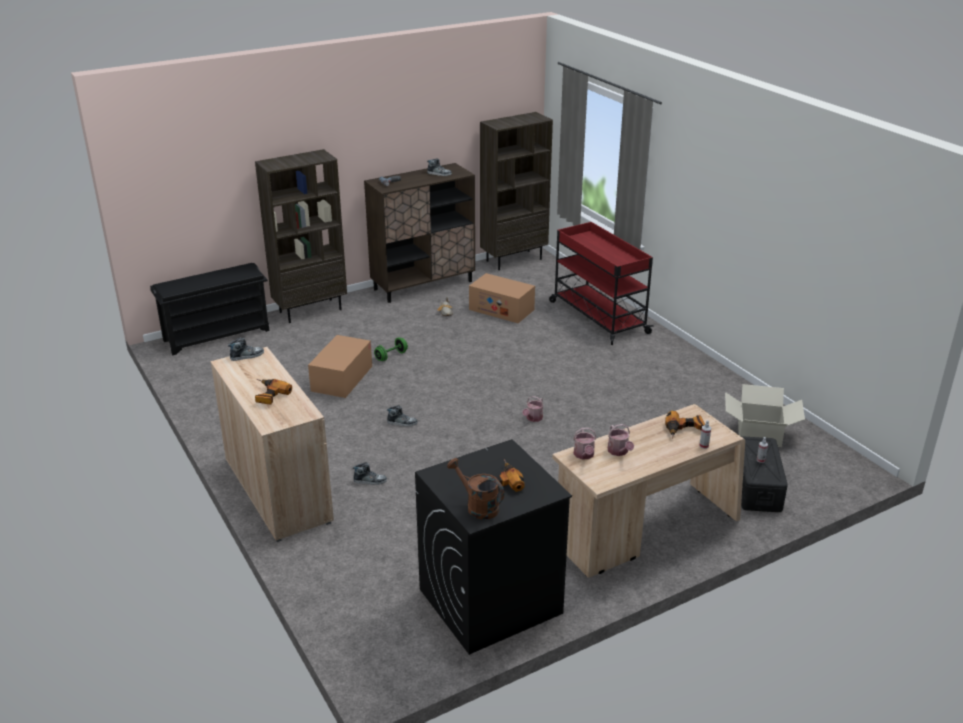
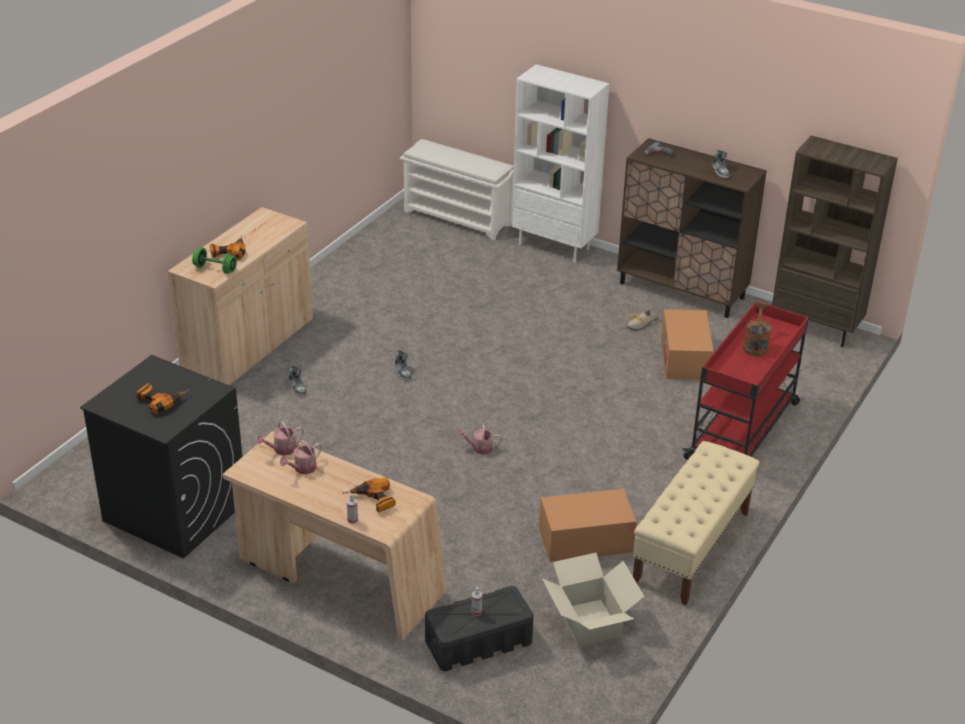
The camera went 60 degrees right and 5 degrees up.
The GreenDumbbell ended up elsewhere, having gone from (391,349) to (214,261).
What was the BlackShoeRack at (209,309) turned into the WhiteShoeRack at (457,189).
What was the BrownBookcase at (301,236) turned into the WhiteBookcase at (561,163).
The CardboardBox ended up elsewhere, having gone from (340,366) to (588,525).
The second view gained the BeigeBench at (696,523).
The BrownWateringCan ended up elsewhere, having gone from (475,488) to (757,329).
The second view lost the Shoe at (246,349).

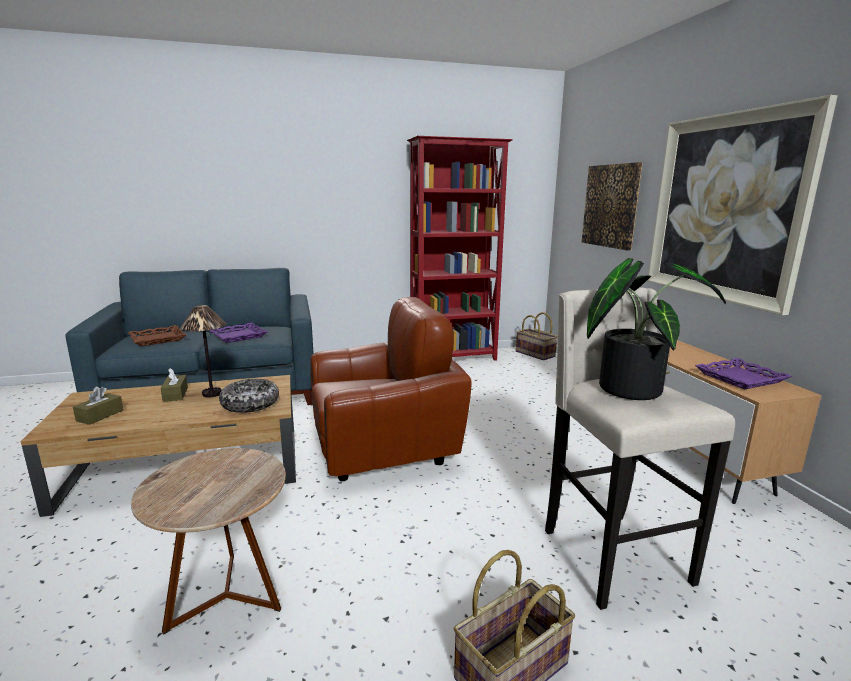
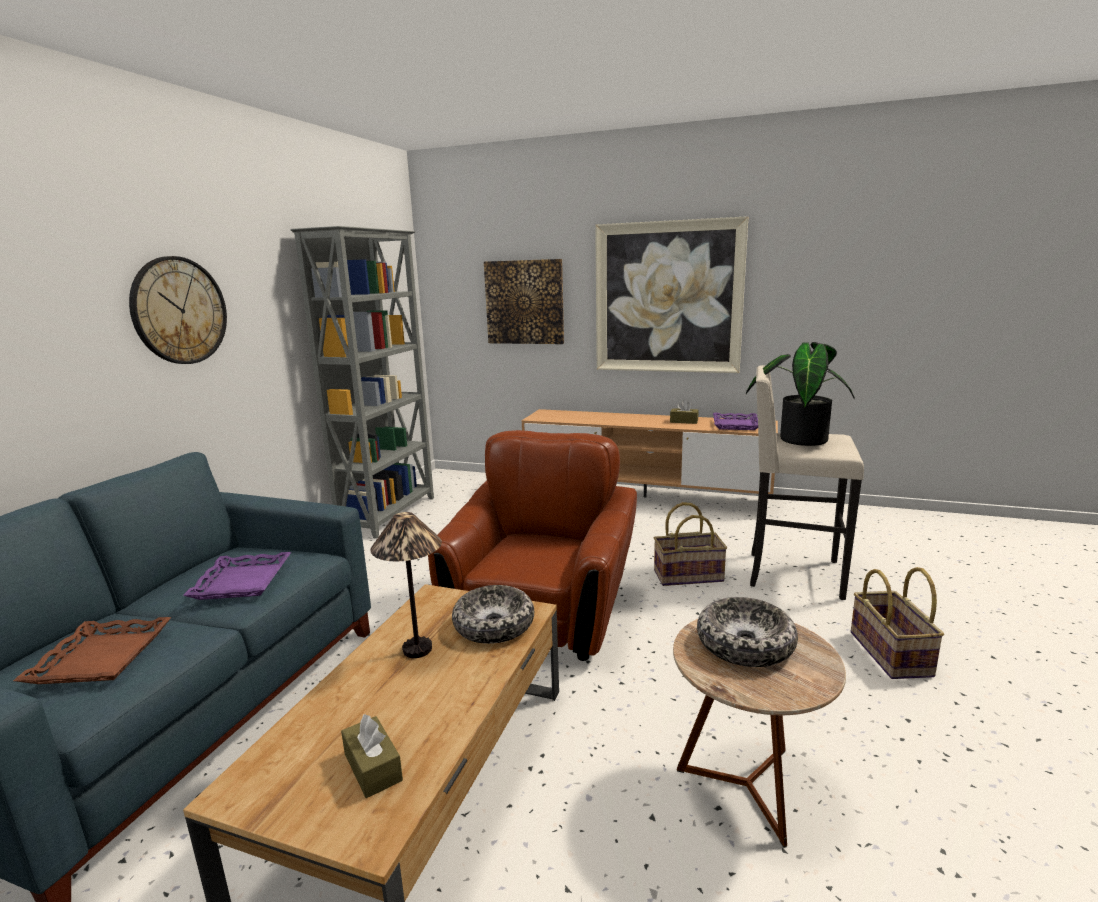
The camera went 55 degrees left and 0 degrees up.
The second view gained the WallClock at (178,310).
What was the RedBookcase at (460,248) turned into the GreyBookcase at (362,382).
The Basket ended up elsewhere, having gone from (537,336) to (690,544).
The BrownTissueBox ended up elsewhere, having gone from (174,385) to (684,412).
The second view gained the Bowl at (747,632).

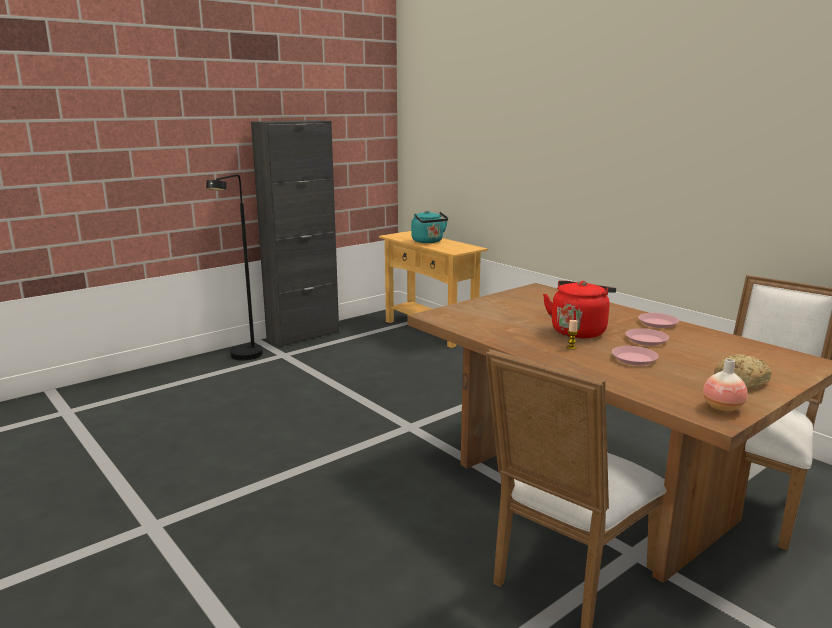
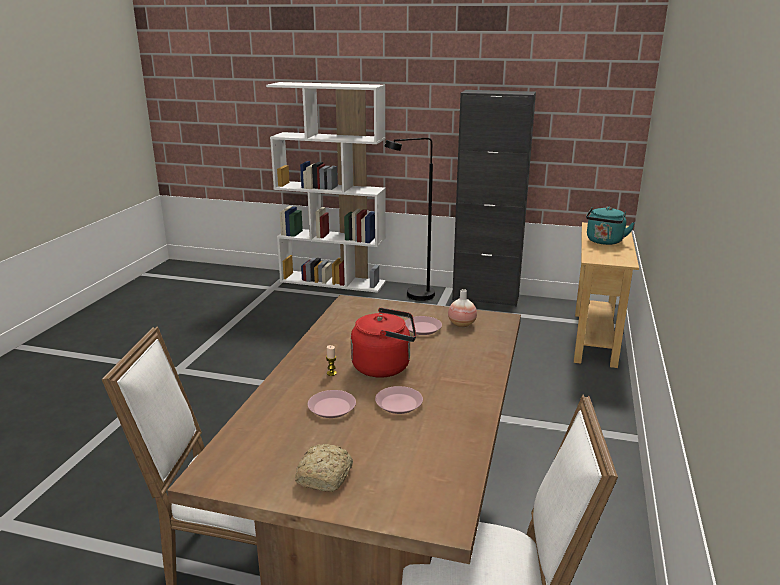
The camera went 55 degrees right and 5 degrees up.
The second view gained the WhiteBookcase at (326,187).
The PinkPlate ended up elsewhere, having gone from (658,320) to (423,325).
The Vase ended up elsewhere, having gone from (725,385) to (462,308).

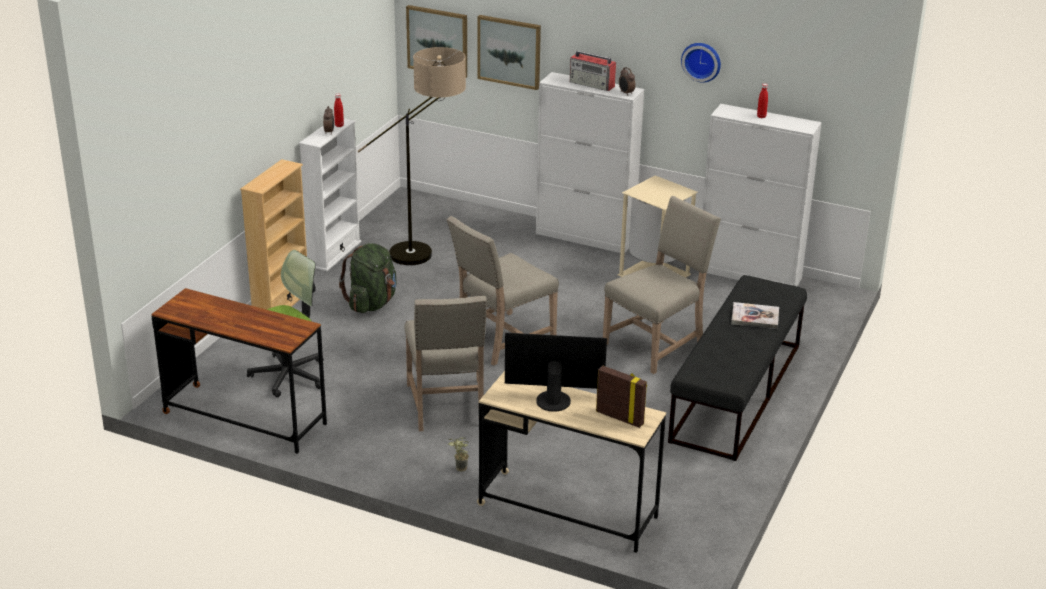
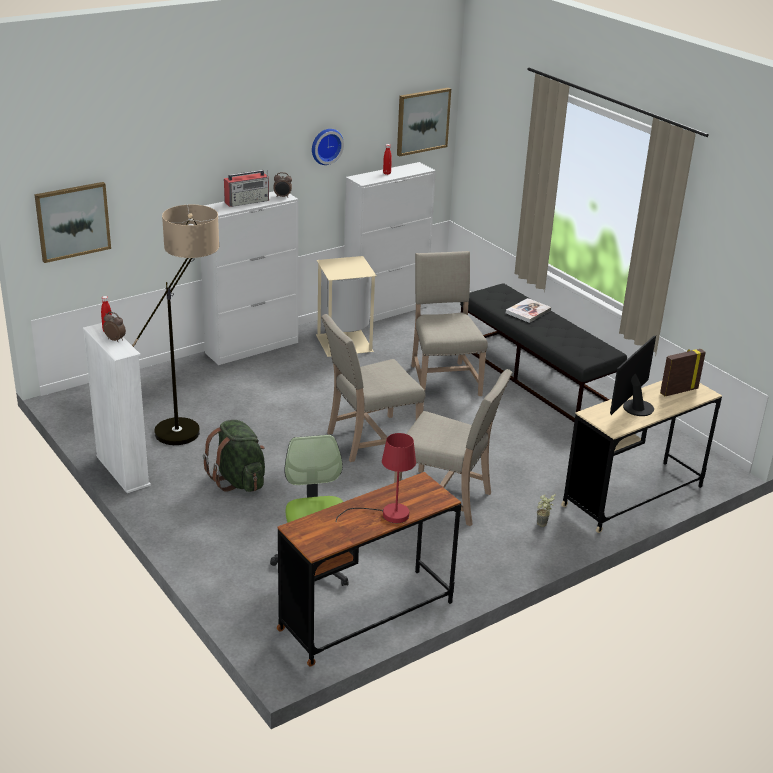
The camera went 60 degrees left and 0 degrees up.
The BeigeChair at (503,291) ended up facing another way, 75 degrees clockwise from before.
The second view gained the RedTableLamp at (376,478).
The Picture ended up elsewhere, having gone from (509,52) to (424,122).
The second view lost the BeigeBookcase at (273,234).

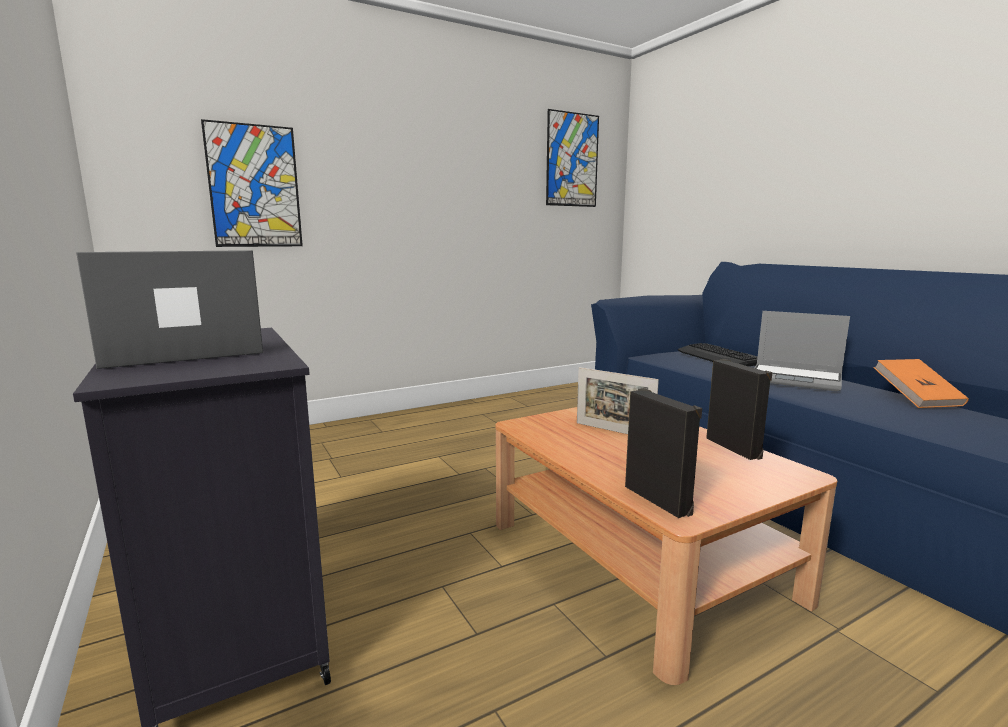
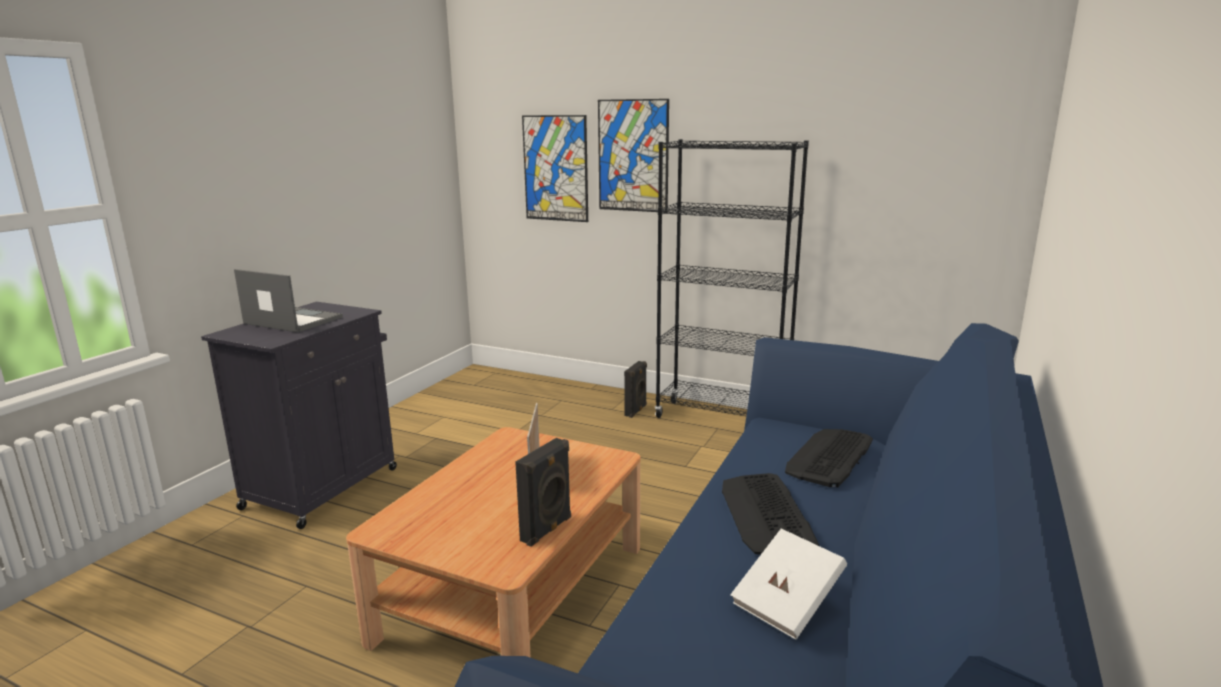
The camera went 55 degrees right and 5 degrees up.
The Picture ended up elsewhere, having gone from (572,158) to (633,156).
The BlackSpeaker ended up elsewhere, having gone from (663,453) to (635,389).
The second view gained the BlackBookcase at (732,278).
Where the Laptop stood at (802,351), the Keyboard came to stand at (770,514).
What was the OrangeBook at (921,383) turned into the WhiteBook at (788,584).

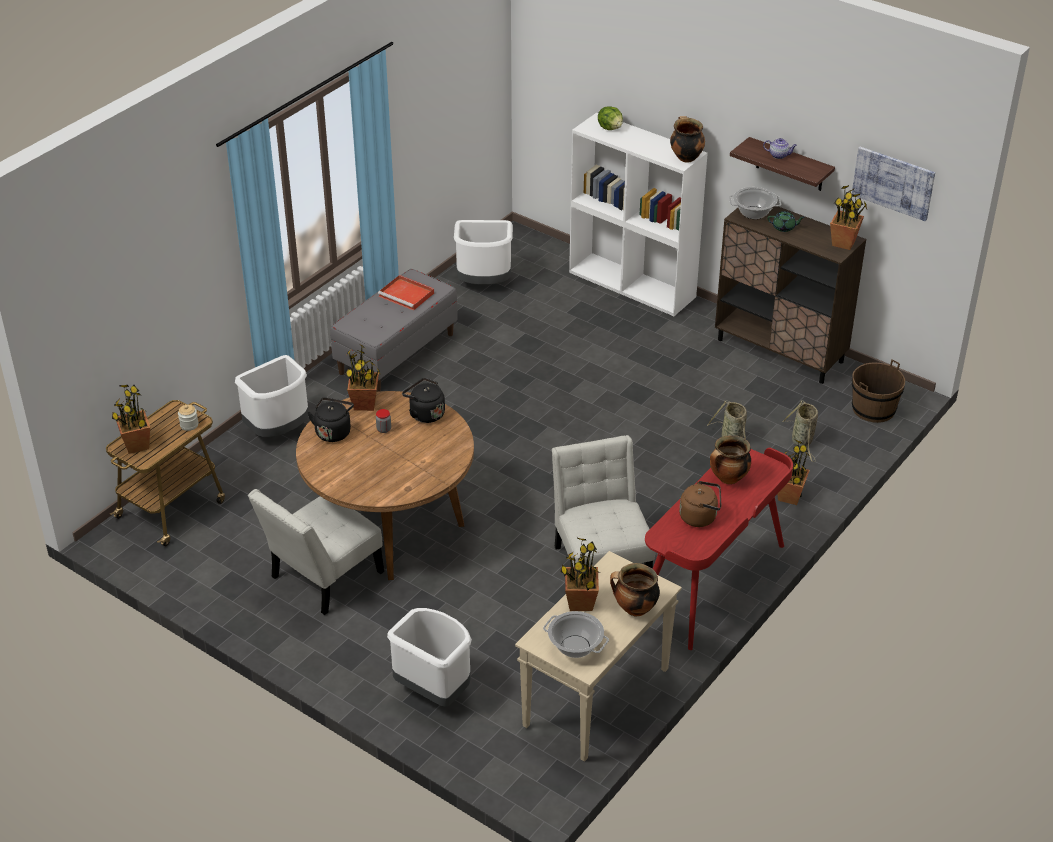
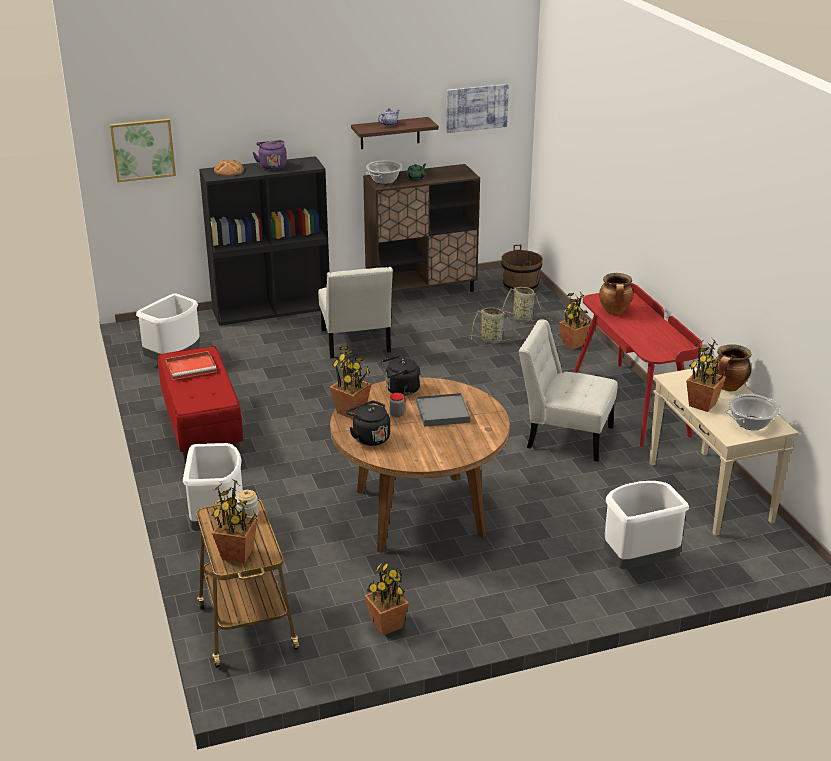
The camera went 55 degrees left and 10 degrees down.
The second view gained the Picture at (143,150).
What was the GreyBench at (394,330) turned into the RedBench at (200,405).
What was the WhiteBookcase at (638,214) turned into the BlackBookcase at (264,241).
Where the Lettuce stood at (610,118), the Bread came to stand at (229,167).
The second view gained the PurpleKettle at (270,155).
The WhiteChair ended up elsewhere, having gone from (316,552) to (355,312).
The PottedPlant ended up elsewhere, having gone from (848,217) to (386,598).
The second view gained the GreyTray at (443,410).
The second view lost the CookingPot at (687,139).
The second view lost the BrownKettle at (700,504).

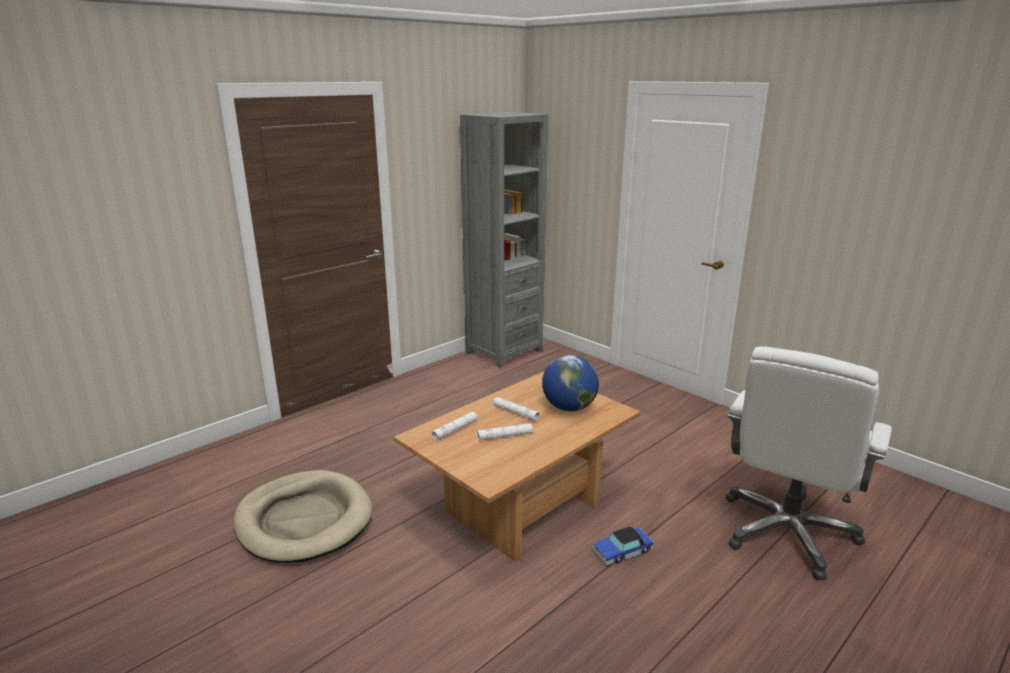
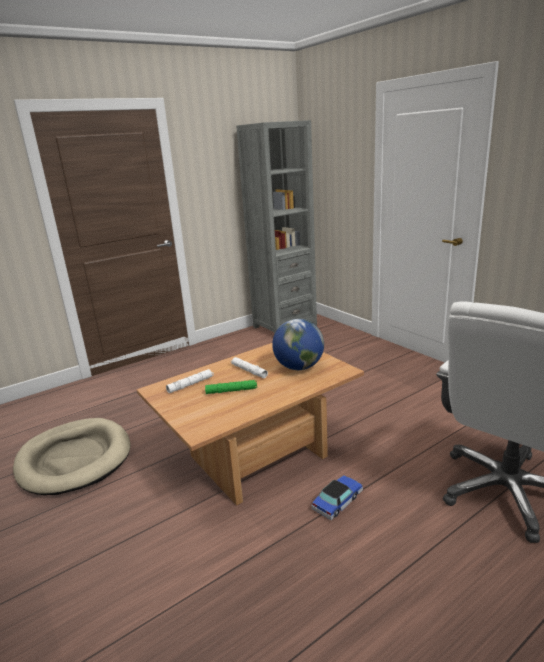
The camera went 10 degrees right and 0 degrees up.
What was the WhiteFlashlight at (505,431) turned into the GreenFlashlight at (231,387).
The ToyCar at (623,545) ended up facing another way, 150 degrees clockwise from before.

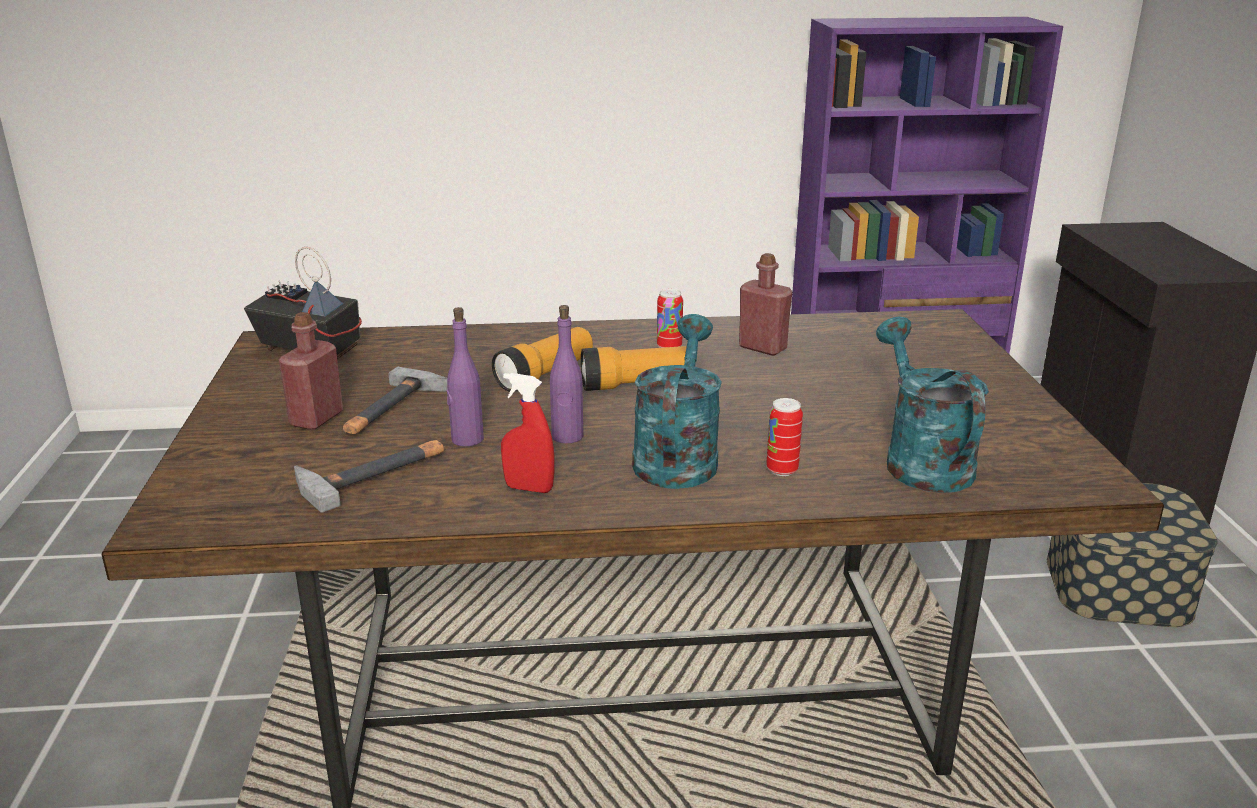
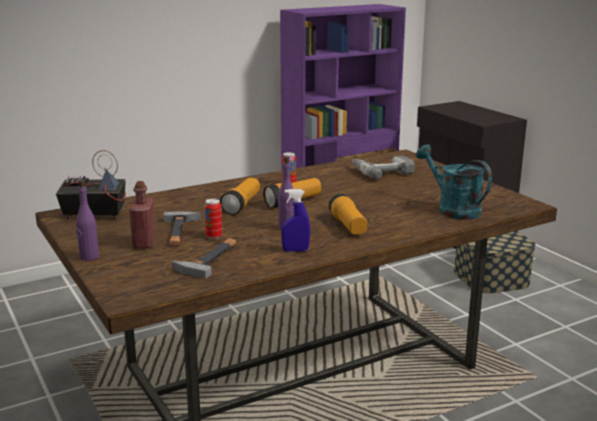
The camera went 25 degrees left and 5 degrees down.
The PurpleBottle ended up elsewhere, having gone from (465,376) to (87,220).
The Can ended up elsewhere, having gone from (784,437) to (213,219).
What was the RedSprayBottle at (528,433) turned into the BlueSprayBottle at (295,220).
Where the TurquoiseWateringCan stood at (677,401), the Flashlight came to stand at (348,214).
The second view gained the PowerDrill at (383,167).
The second view lost the RedBottle at (765,304).

